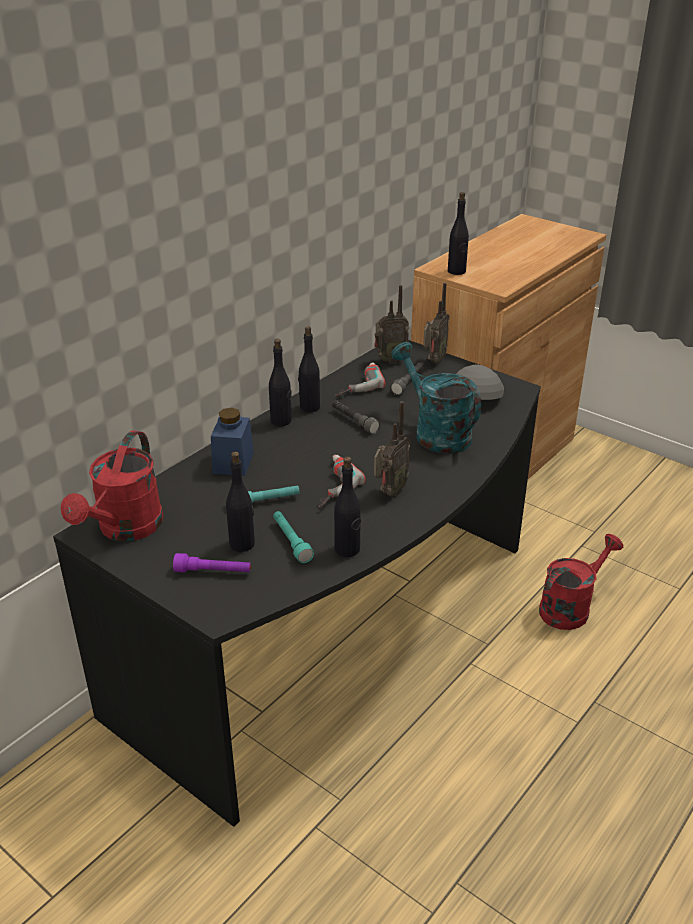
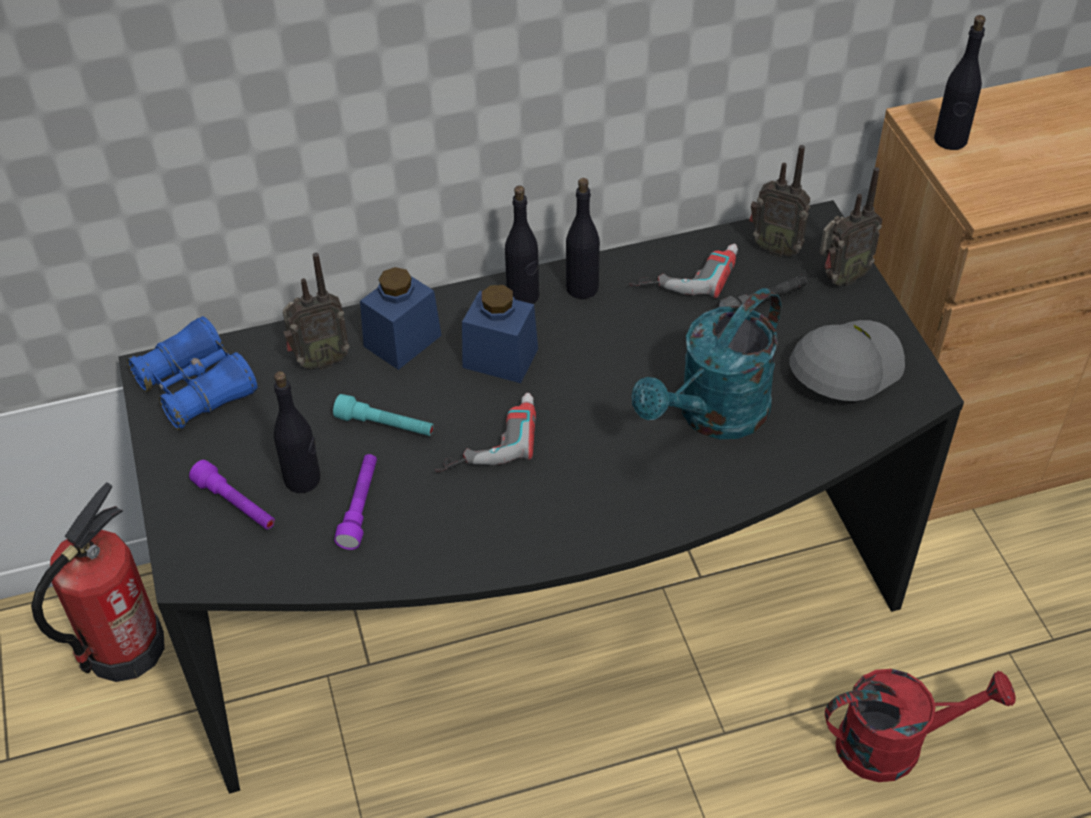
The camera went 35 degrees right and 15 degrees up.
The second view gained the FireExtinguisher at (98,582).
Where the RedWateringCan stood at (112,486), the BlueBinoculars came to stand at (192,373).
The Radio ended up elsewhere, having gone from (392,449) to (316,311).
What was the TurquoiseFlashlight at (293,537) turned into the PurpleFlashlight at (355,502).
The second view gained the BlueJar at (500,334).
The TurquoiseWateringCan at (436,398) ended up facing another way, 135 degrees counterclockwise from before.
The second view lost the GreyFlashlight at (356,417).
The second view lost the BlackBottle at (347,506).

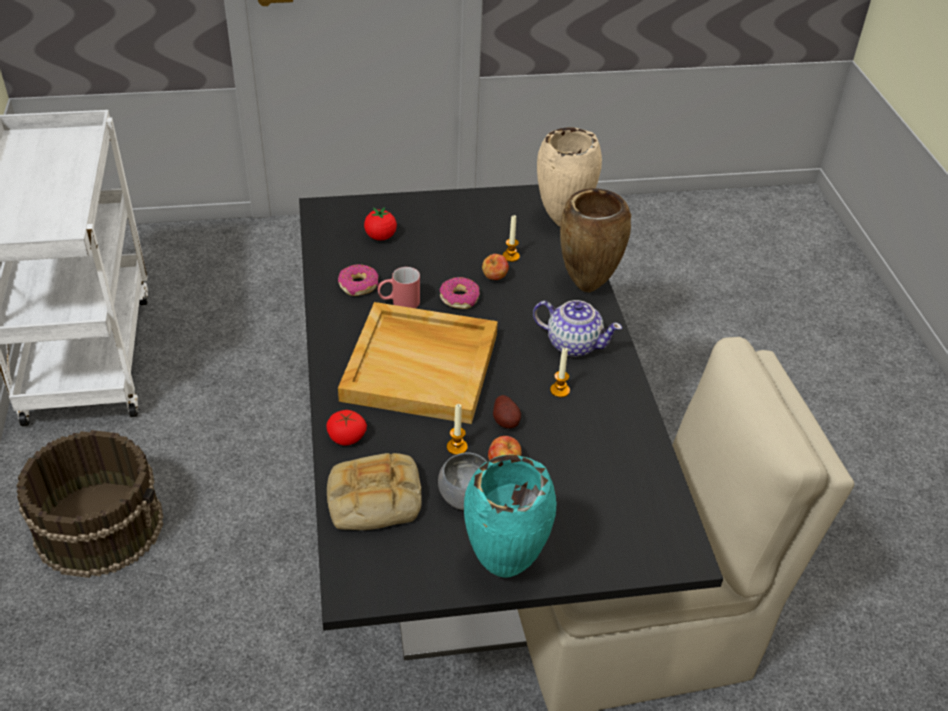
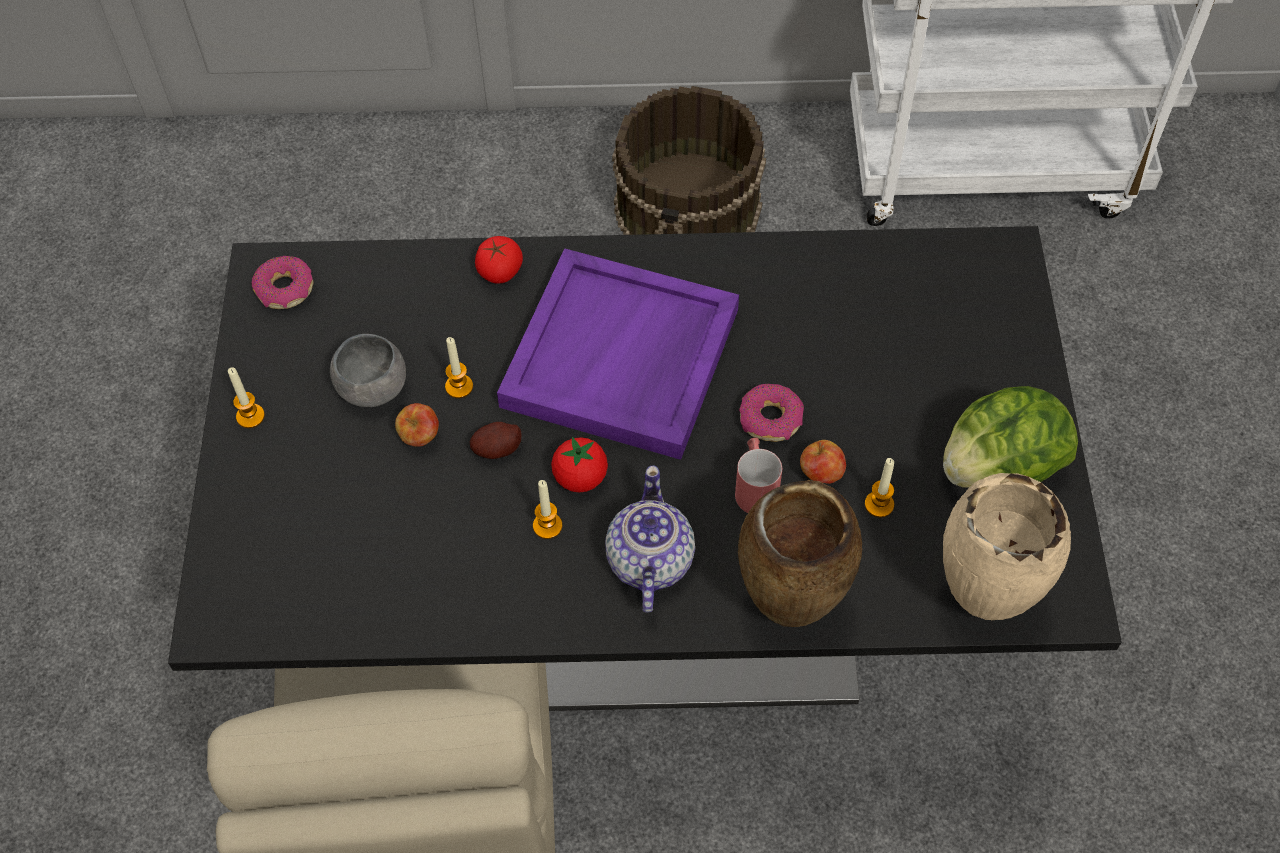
The camera went 100 degrees right and 15 degrees up.
Where the TurquoiseVase stood at (510,516), the Candle came to stand at (246,397).
The Donut ended up elsewhere, having gone from (358,280) to (283,282).
What was the BeigeTray at (418,363) turned into the PurpleTray at (618,354).
The Tomato ended up elsewhere, having gone from (380,223) to (579,465).
The Teapot at (577,328) ended up facing another way, 150 degrees clockwise from before.
The RedMug ended up elsewhere, having gone from (399,287) to (758,475).
The second view gained the Lettuce at (1010,437).
The second view lost the Bread at (374,491).

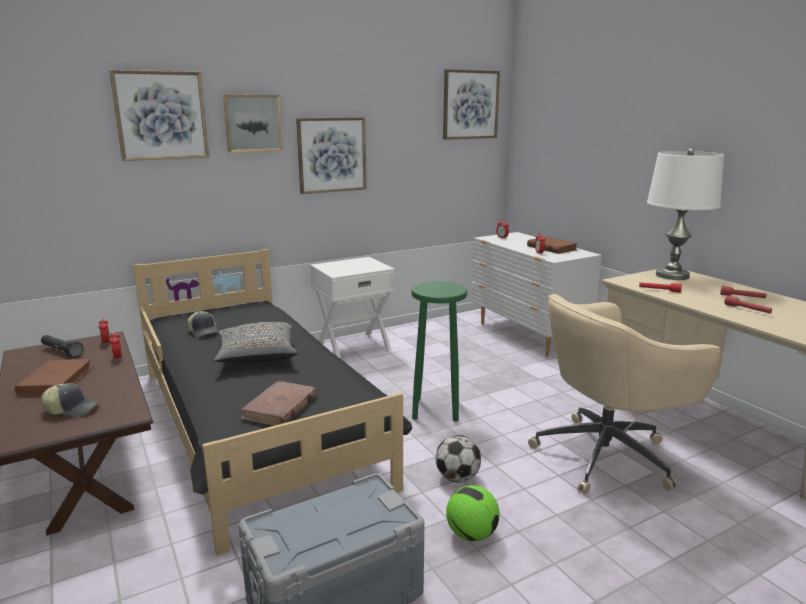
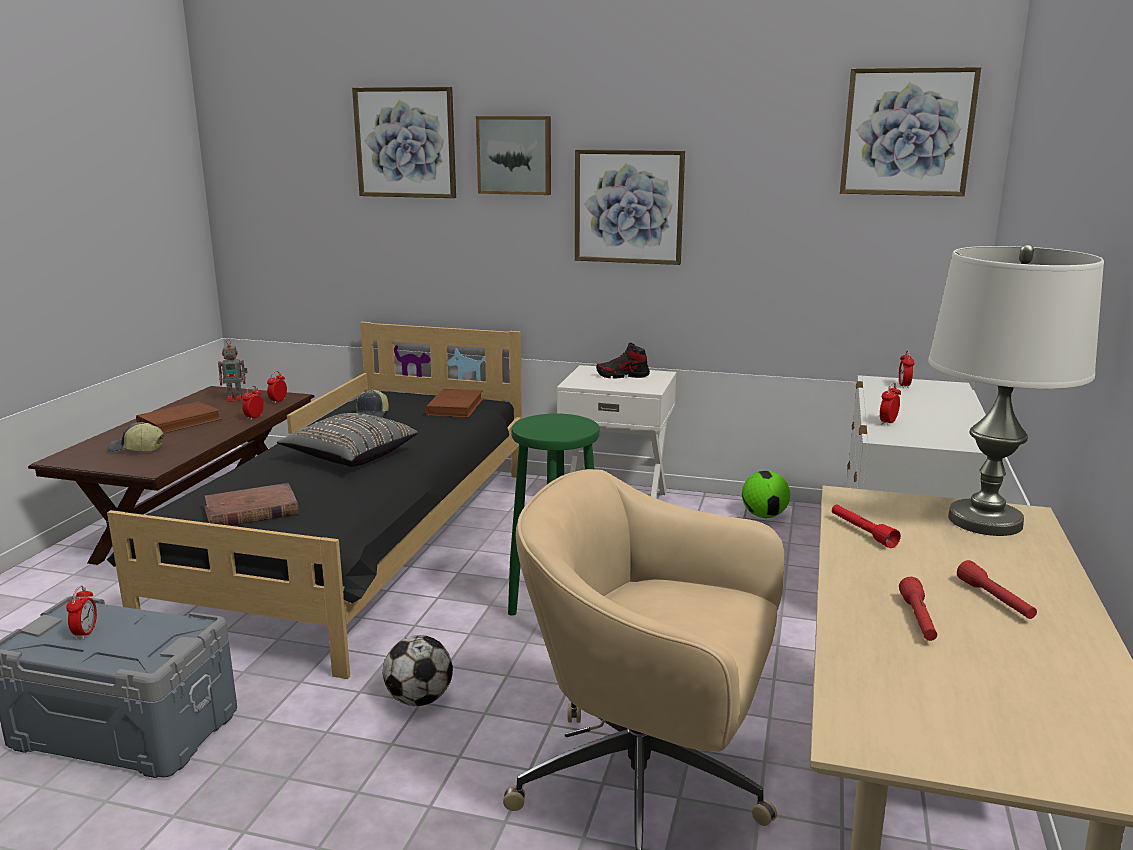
The camera went 45 degrees right and 0 degrees up.
The second view gained the AlarmClock at (81,613).
The Cap at (70,400) ended up facing another way, 135 degrees clockwise from before.
Where the BlackFlashlight stood at (62,346), the ToyRobot came to stand at (233,371).
The BrownBook ended up elsewhere, having gone from (552,245) to (454,403).
The second view gained the Shoe at (623,360).
The Football ended up elsewhere, having gone from (473,513) to (766,494).

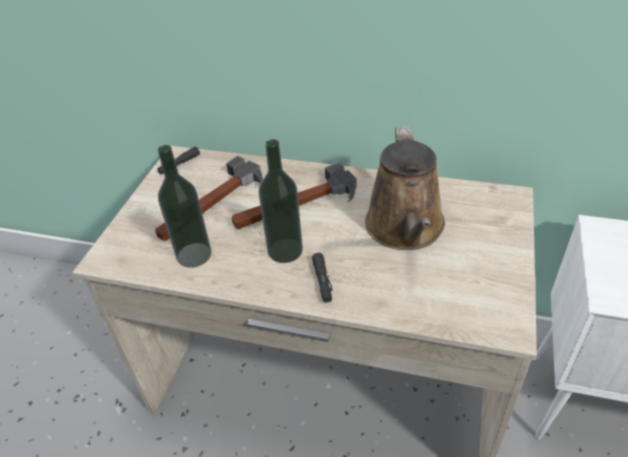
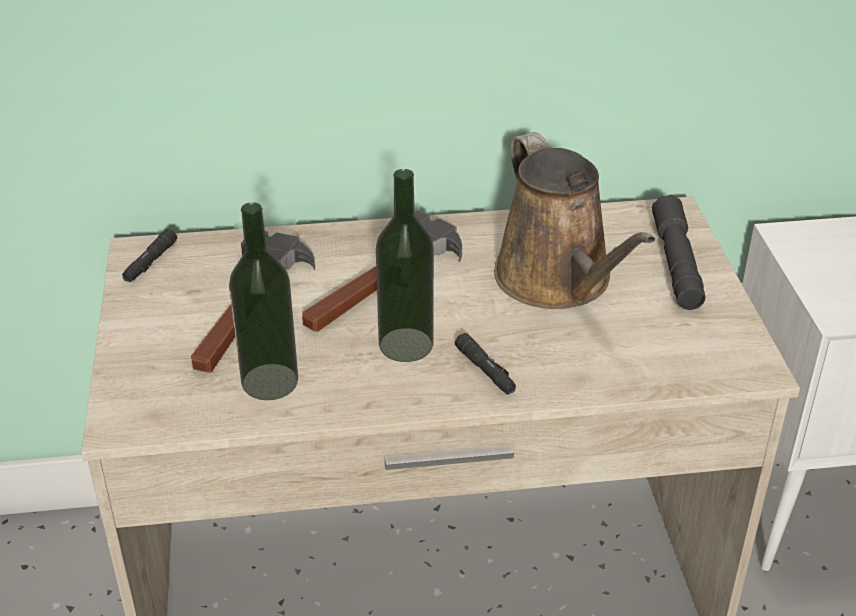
The camera went 25 degrees left and 5 degrees down.
The second view gained the GreyFlashlight at (678,252).

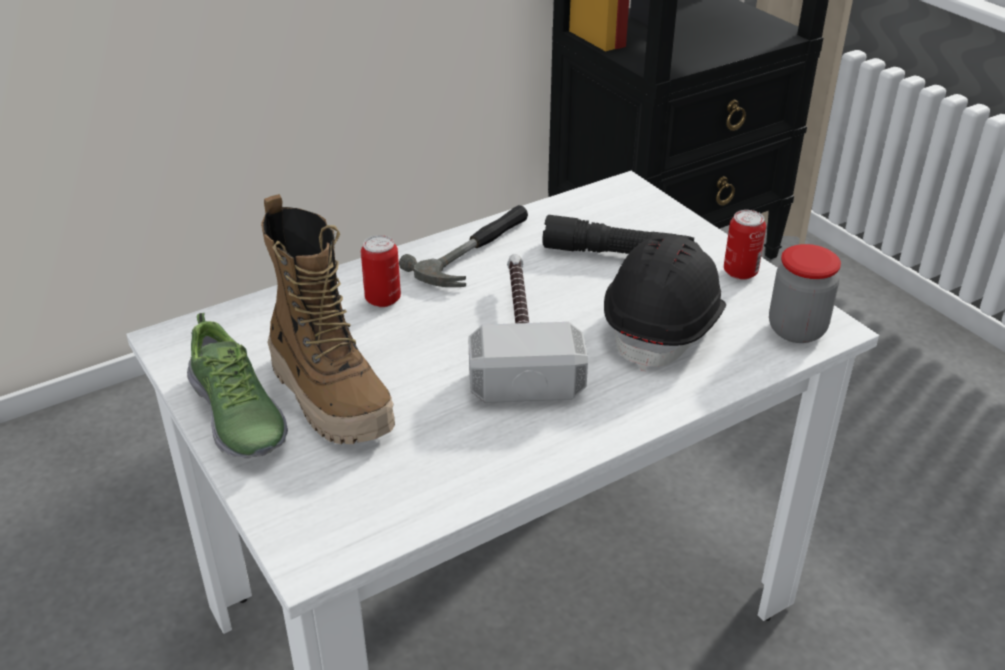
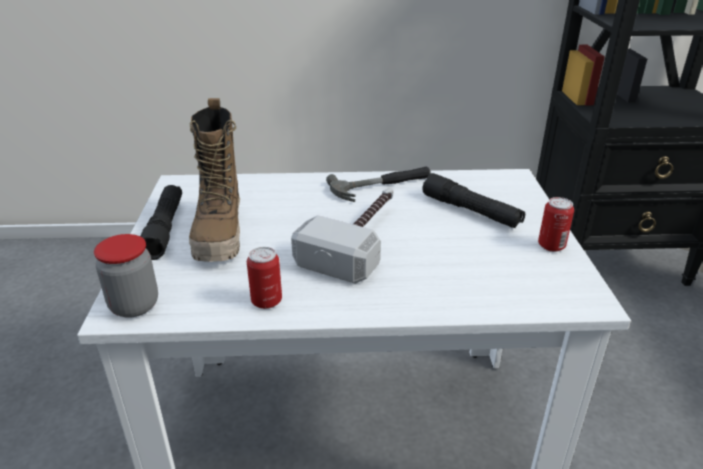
The camera went 30 degrees right and 5 degrees down.
The Jar ended up elsewhere, having gone from (805,293) to (126,276).
Where the Shoe stood at (237,386), the BlackFlashlight came to stand at (161,222).
The Can ended up elsewhere, having gone from (381,271) to (264,278).
The second view lost the BlackHardHat at (665,303).

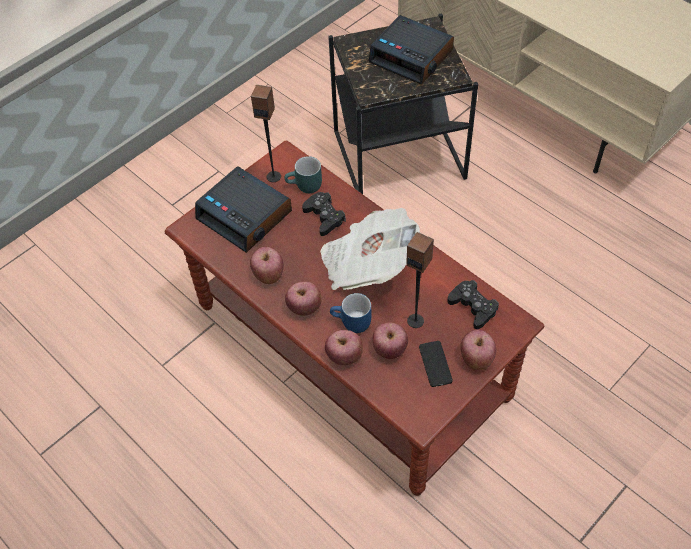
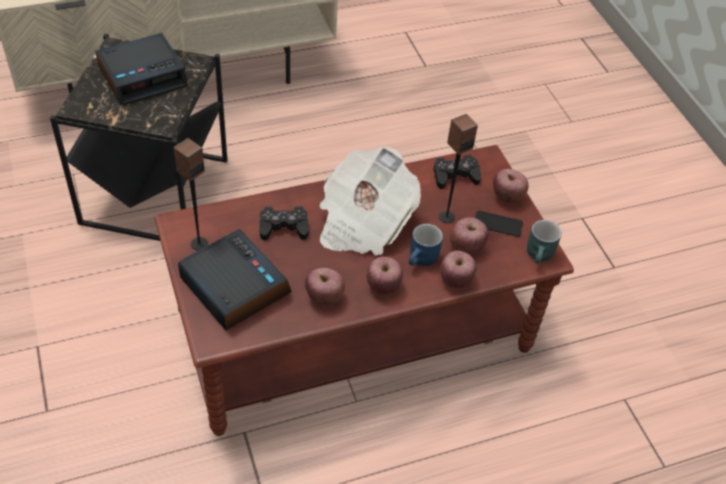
The camera went 70 degrees left and 5 degrees down.
The AlarmClock at (243,209) ended up facing another way, 105 degrees counterclockwise from before.
The TurquoiseMug ended up elsewhere, having gone from (303,174) to (544,242).

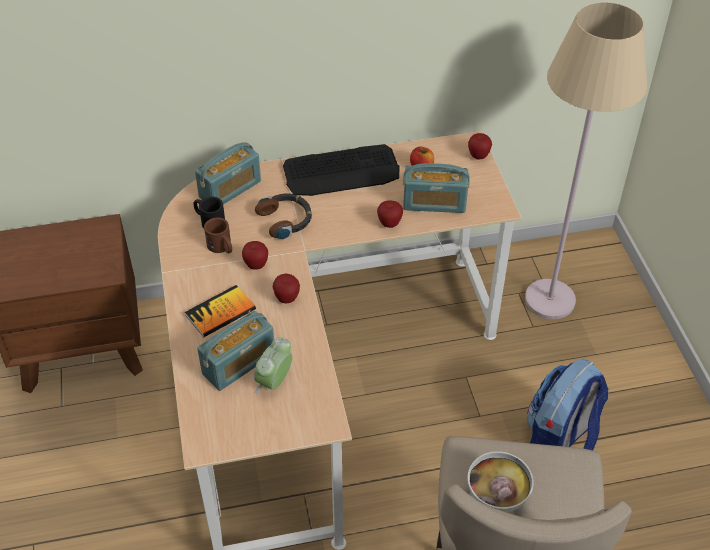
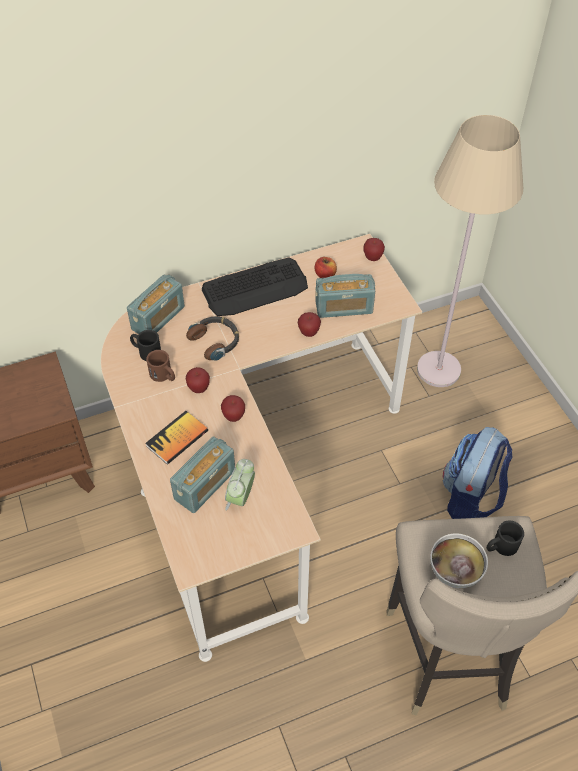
The camera went 10 degrees left and 5 degrees up.
The second view gained the BlackMug at (505,538).

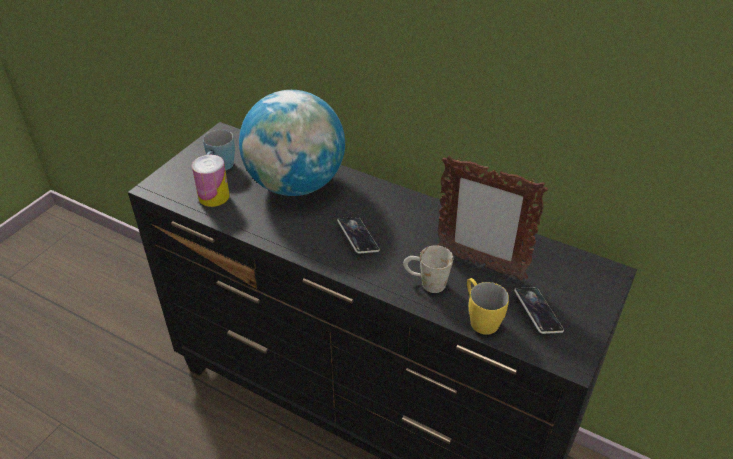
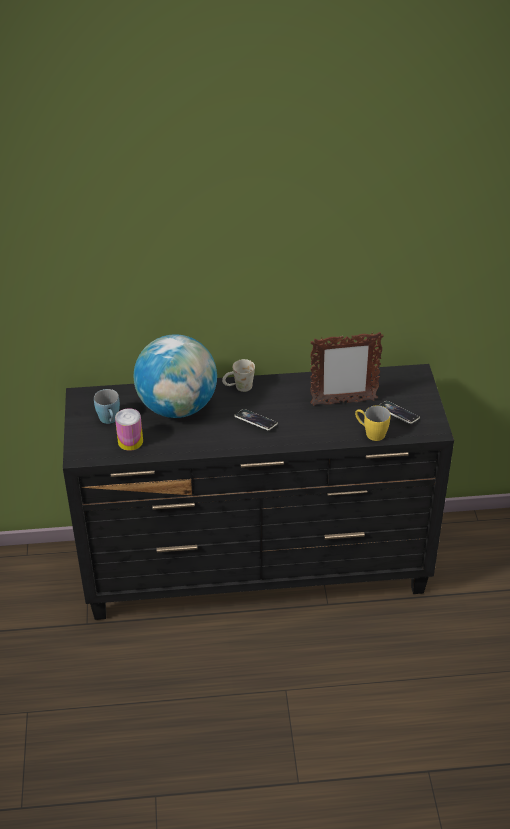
The camera went 35 degrees left and 0 degrees up.
The WhiteMug ended up elsewhere, having gone from (428,269) to (238,375).

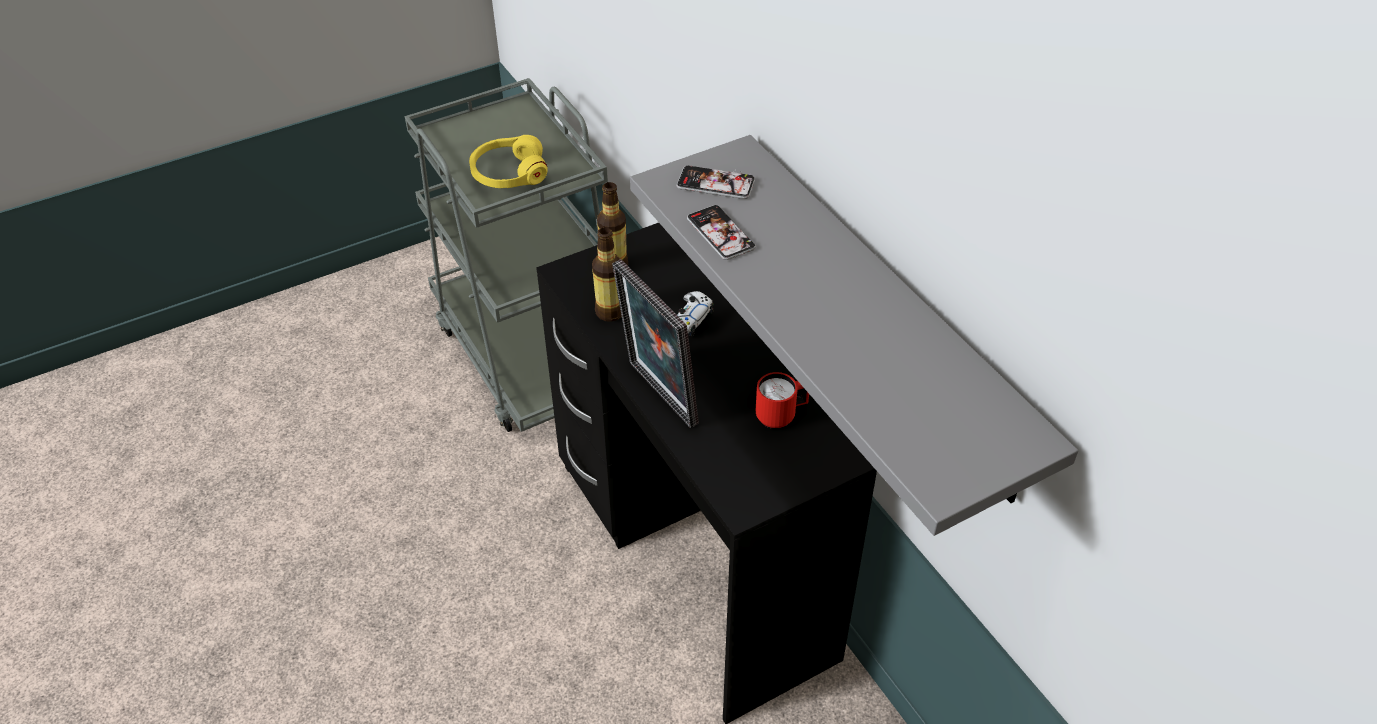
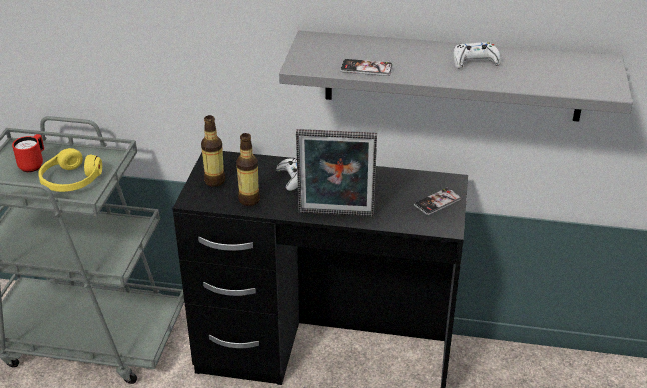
The camera went 50 degrees left and 10 degrees down.
The RedMug ended up elsewhere, having gone from (782,400) to (28,153).
The Phone ended up elsewhere, having gone from (715,182) to (437,201).
The second view gained the WhiteGameController at (477,55).

